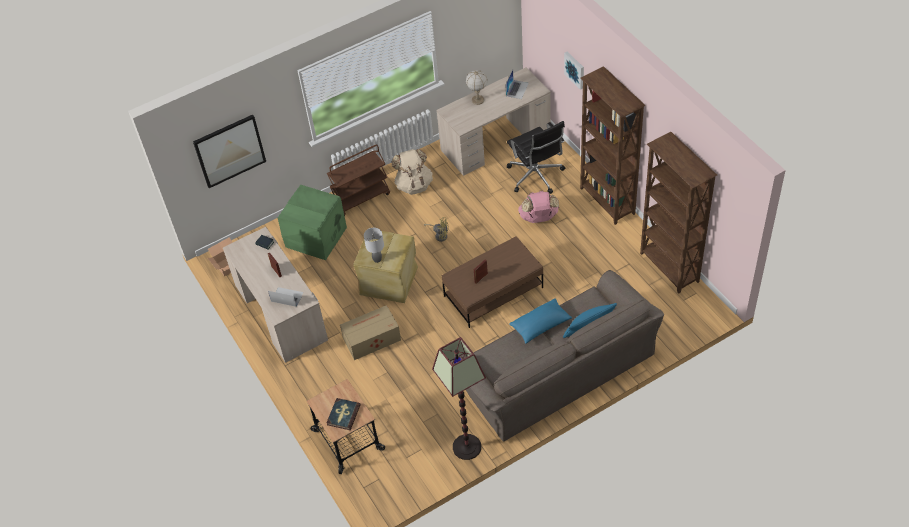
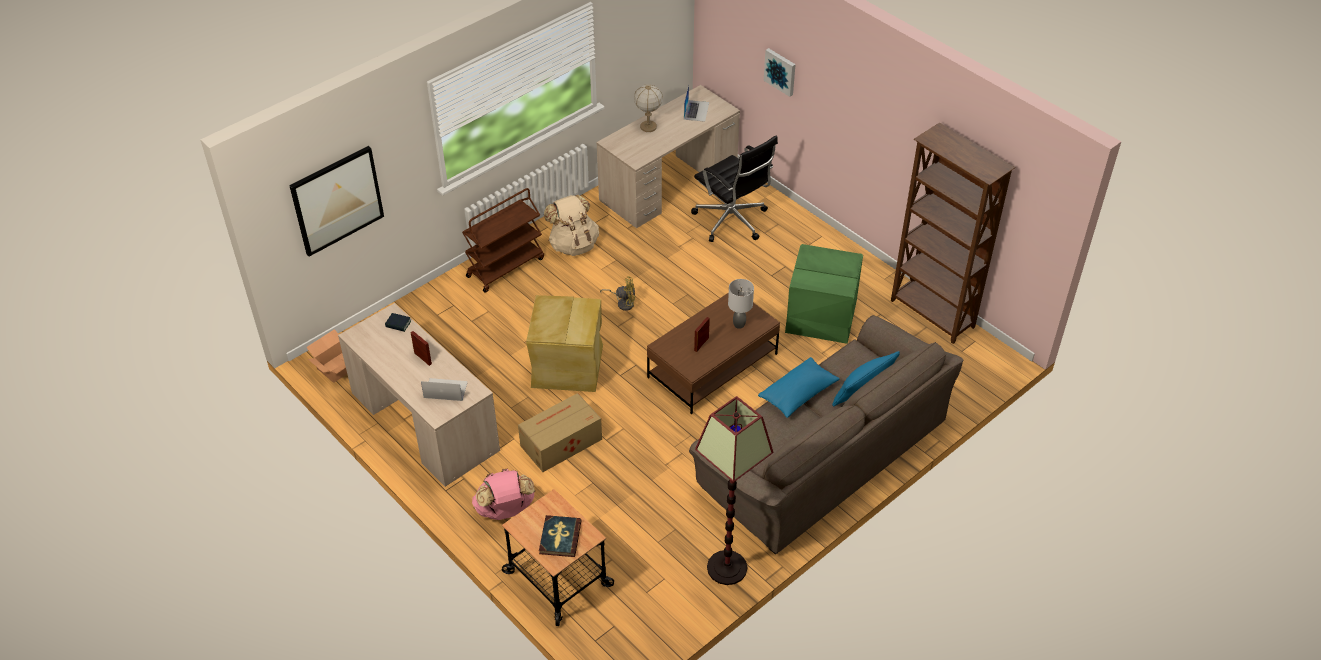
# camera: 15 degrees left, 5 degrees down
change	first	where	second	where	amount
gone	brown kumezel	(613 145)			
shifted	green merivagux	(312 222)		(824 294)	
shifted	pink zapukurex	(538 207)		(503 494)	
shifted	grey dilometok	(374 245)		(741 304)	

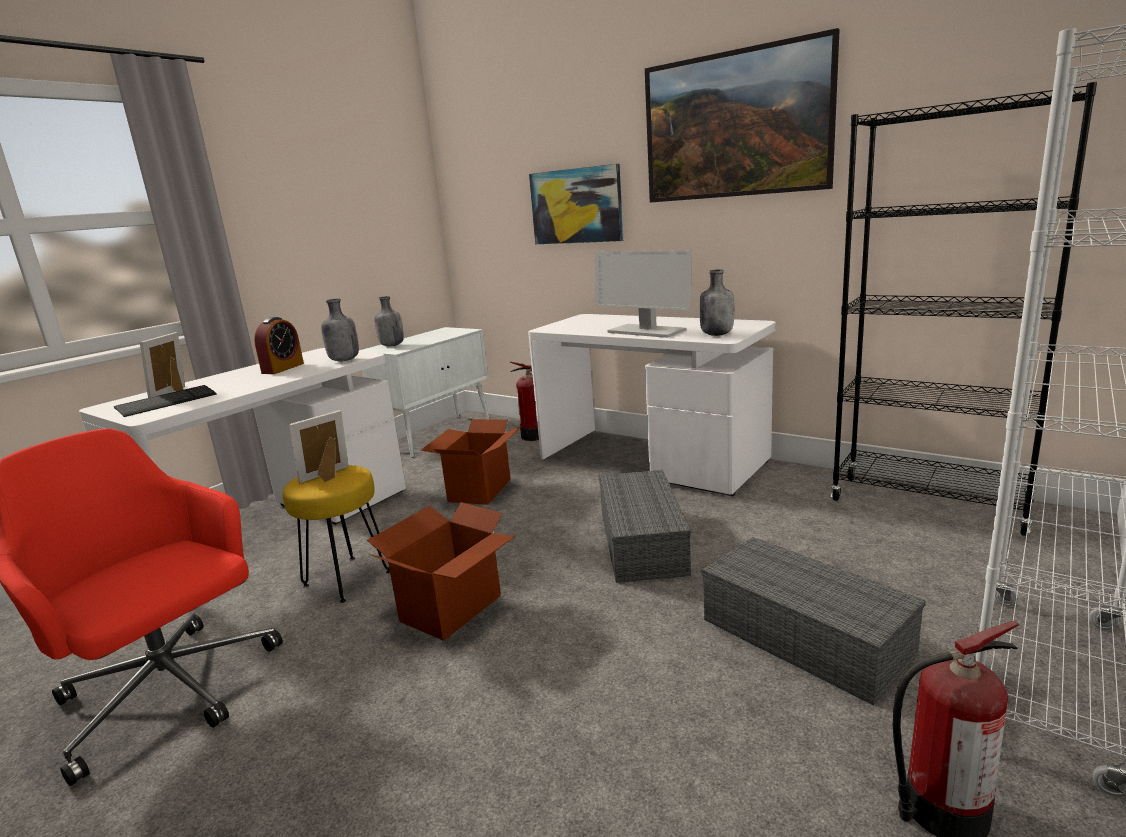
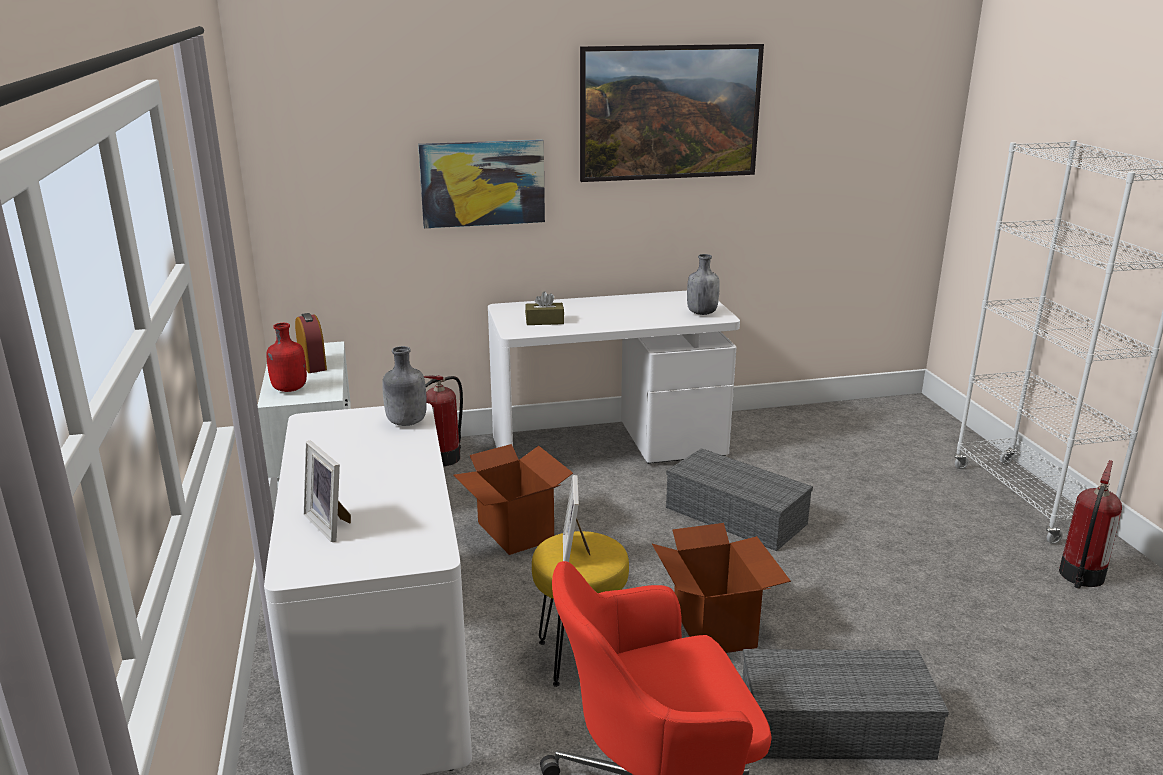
# camera: 50 degrees left, 5 degrees up
change	first	where	second	where	amount
gone	black kumezel	(964 309)			
gone	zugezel	(643 294)			
repainted	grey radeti	(389 321)	red radeti	(286 357)	
shifted	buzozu	(279 345)		(311 343)	
gone	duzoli	(165 401)			
shifted	grey merivagux	(814 621)		(845 704)	
new			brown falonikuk	(544 308)	

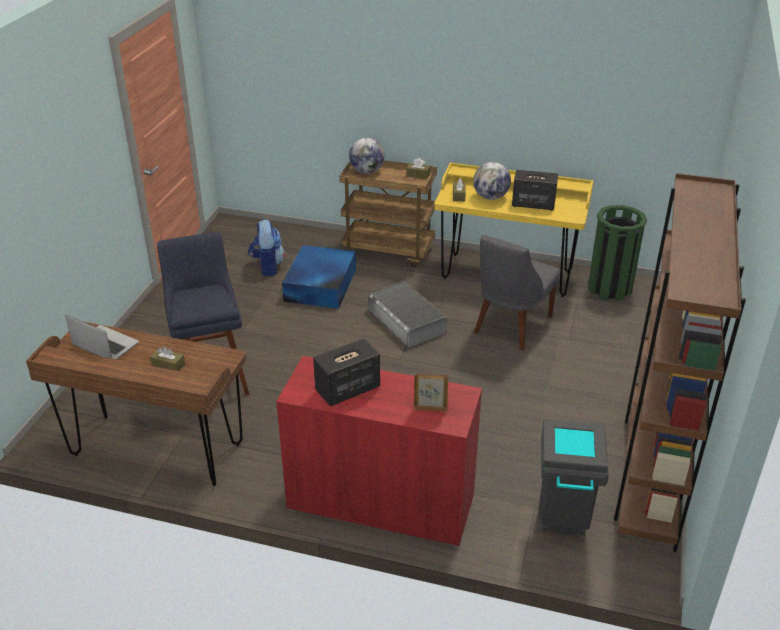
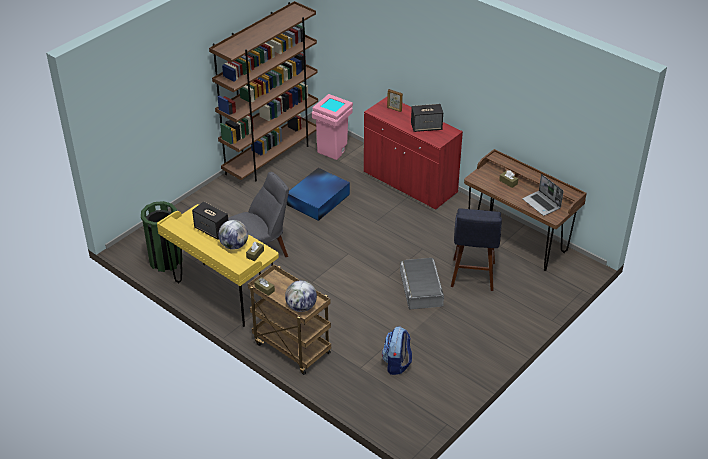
# camera: 155 degrees left, 5 degrees up
change	first	where	second	where	amount
shifted	blue merivagux	(319 276)		(318 194)	
shifted	grey merivagux	(407 314)		(422 283)	
repainted	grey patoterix	(574 477)	pink patoterix	(332 127)	

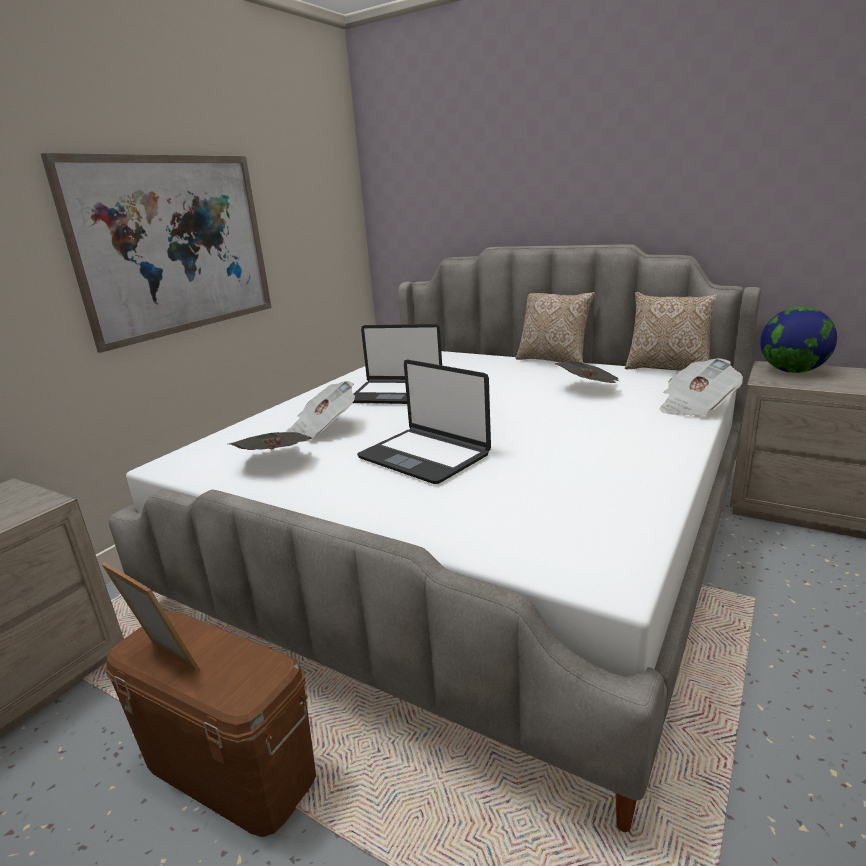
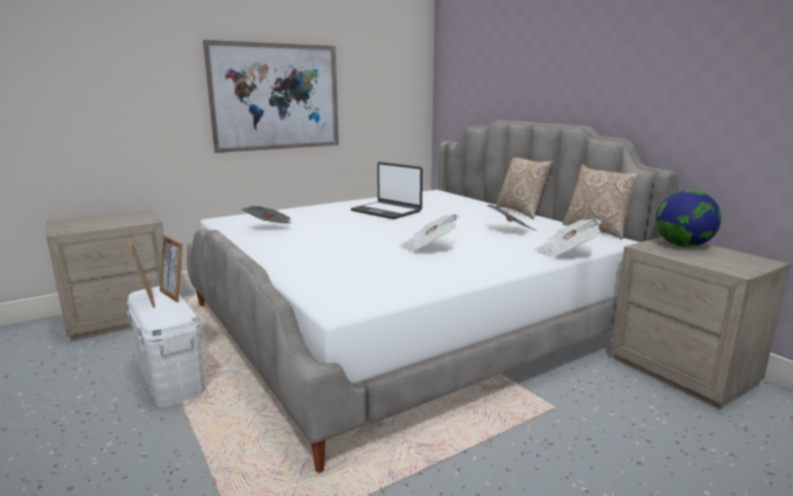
# camera: 25 degrees right, 5 degrees down
change	first	where	second	where	amount
gone	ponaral	(424 421)			
shifted	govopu	(320 409)		(429 233)	
repainted	brown merivagux	(211 724)	white merivagux	(166 346)	
new			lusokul	(171 269)	

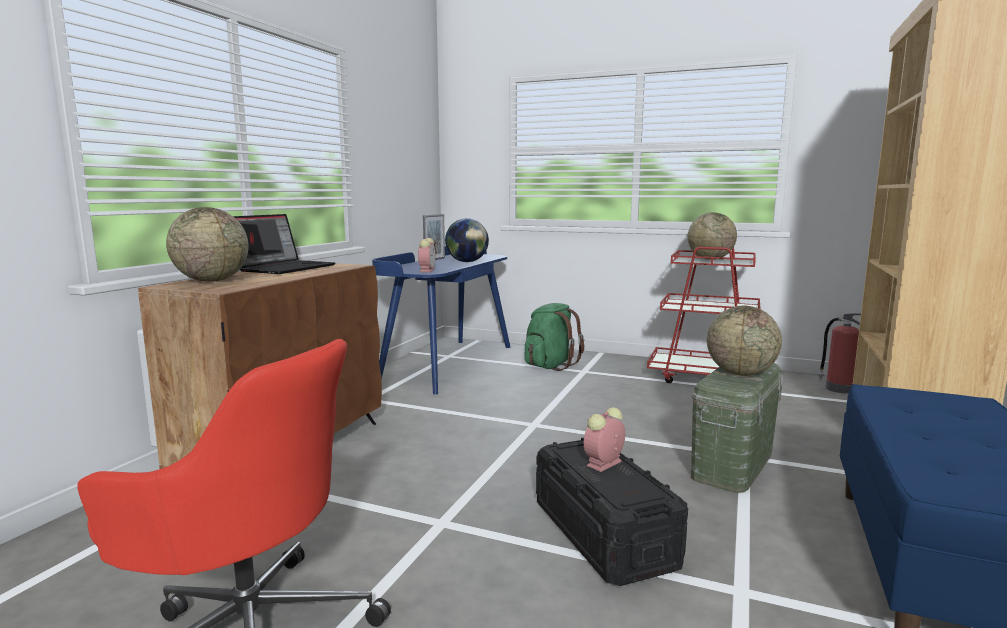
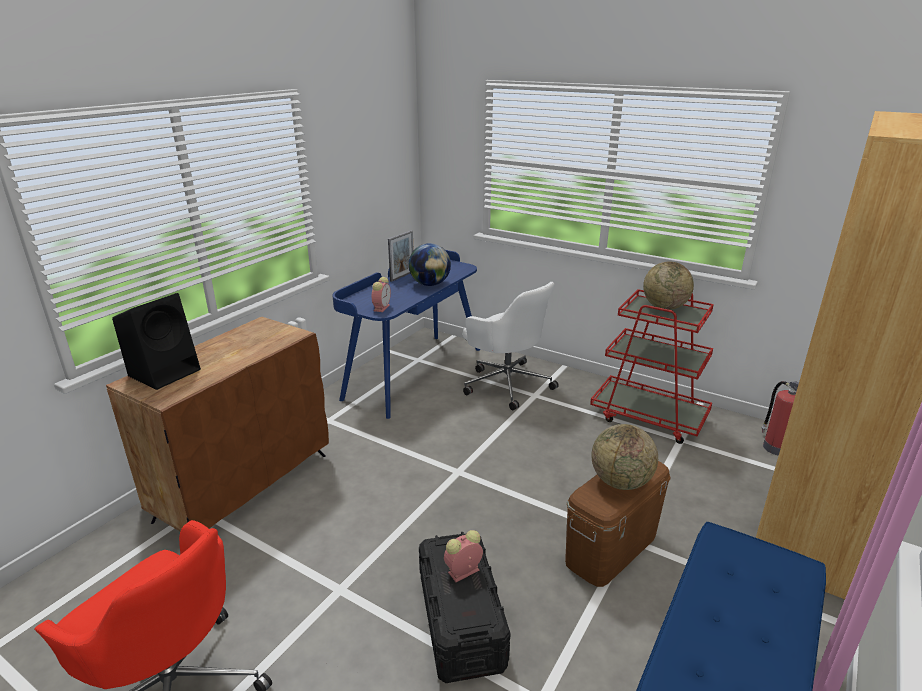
# camera: 10 degrees right, 15 degrees up
change	first	where	second	where	amount
swapped	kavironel	(207 244)	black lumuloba	(156 341)	
gone	ponaral	(284 244)			
swapped	green zapukurex	(554 337)	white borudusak	(511 346)	
repainted	green merivagux	(736 428)	brown merivagux	(617 524)	

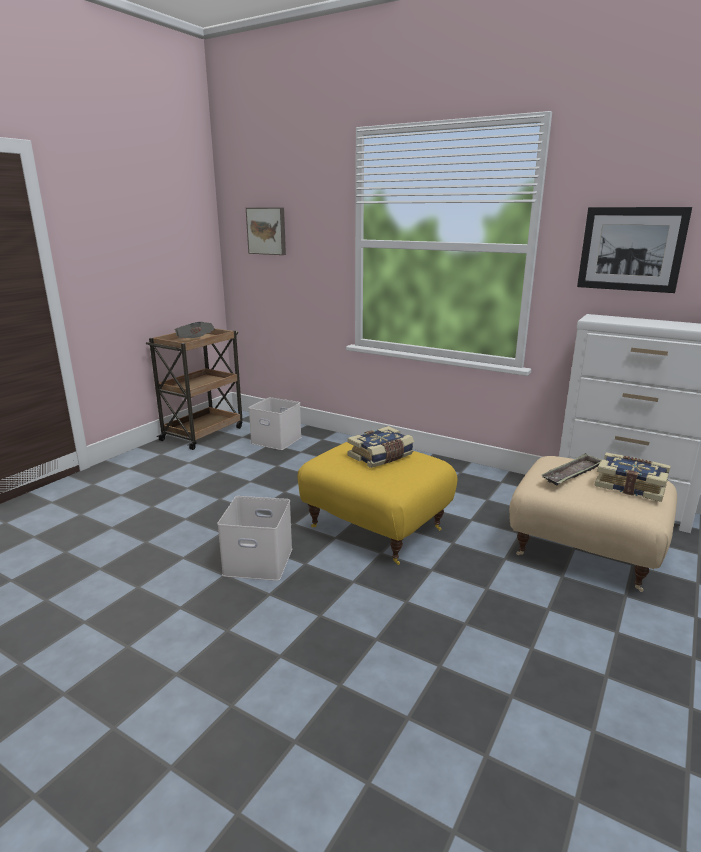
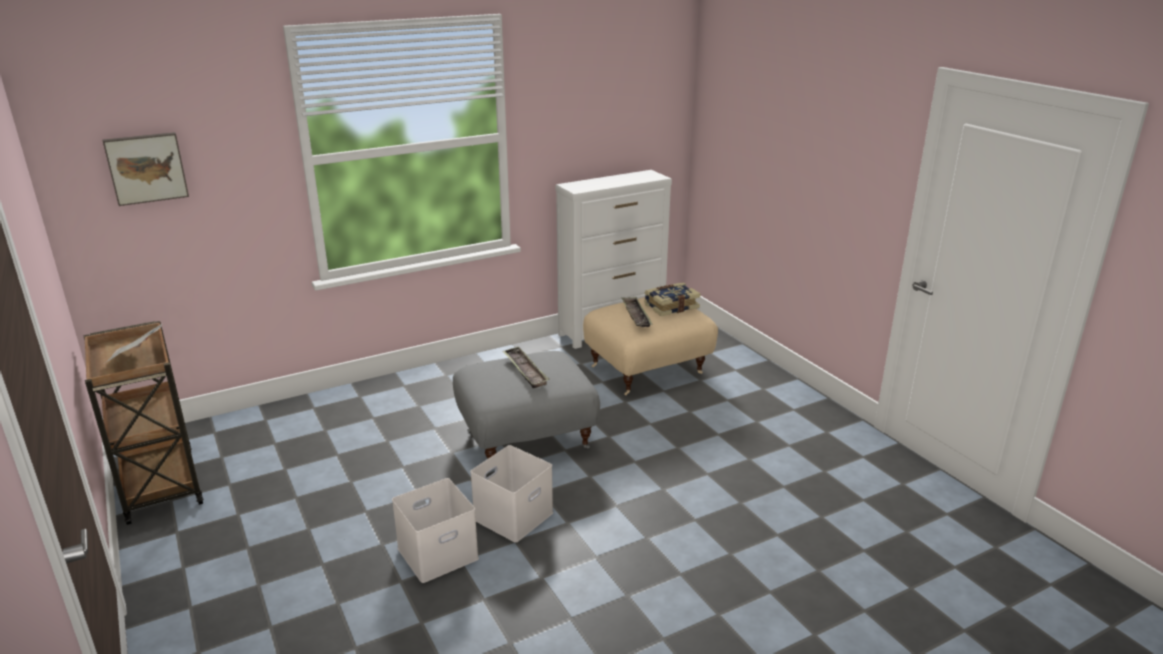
# camera: 60 degrees left, 5 degrees up
change	first	where	second	where	amount
gone	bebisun	(634 250)			
shifted	white merivagux	(275 423)		(435 530)	
swapped	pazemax	(380 447)	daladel	(526 367)	
repainted	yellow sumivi	(377 503)	grey sumivi	(526 404)	

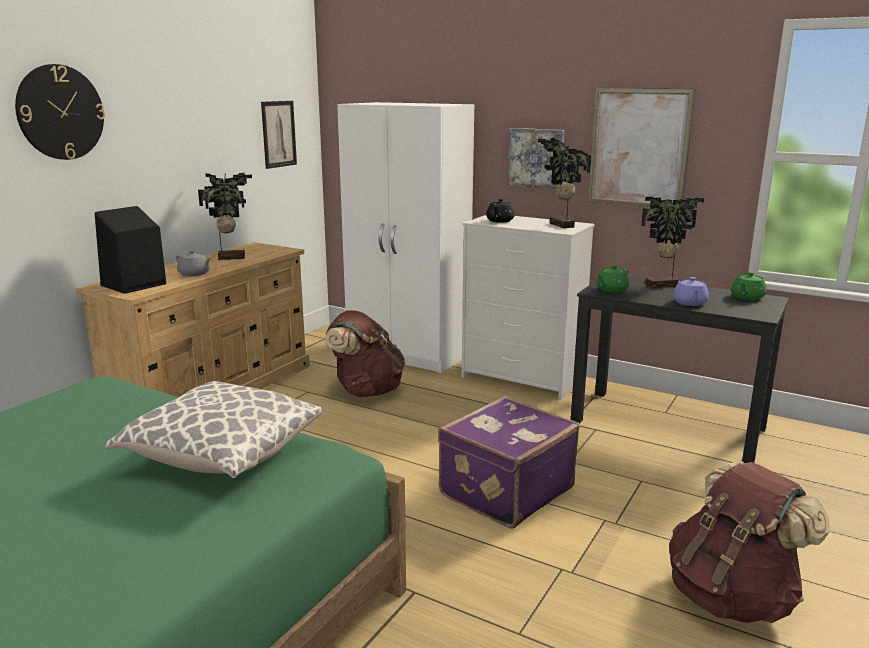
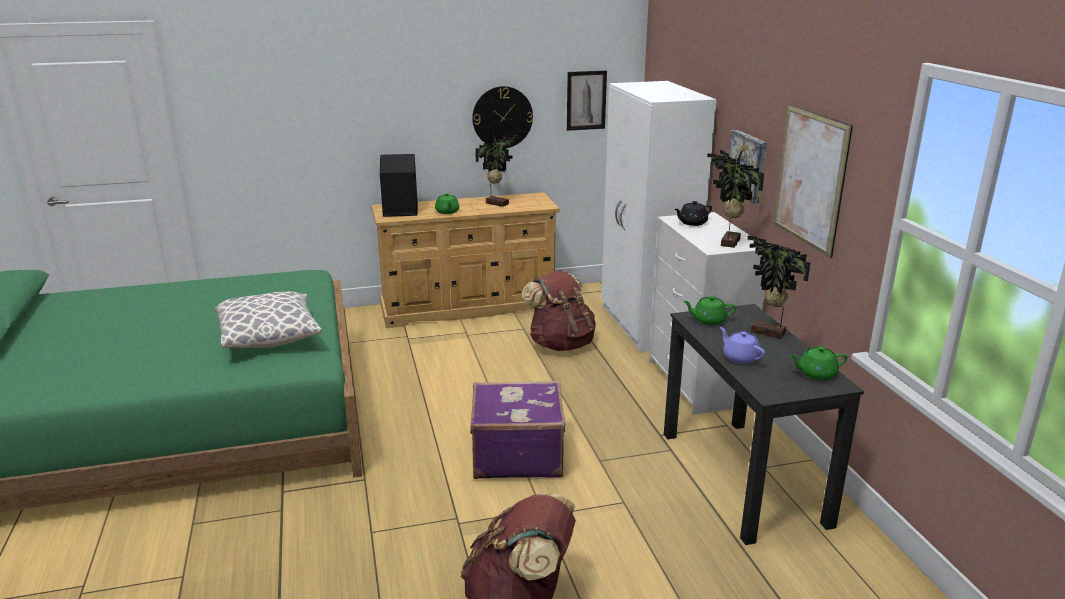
# camera: 45 degrees right, 5 degrees up
change	first	where	second	where	amount
shifted	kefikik	(60 112)		(502 117)	
repainted	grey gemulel	(193 263)	green gemulel	(447 203)	
rotated	purple gemulel	(691 291)		(742 345)	90 degrees clockwise

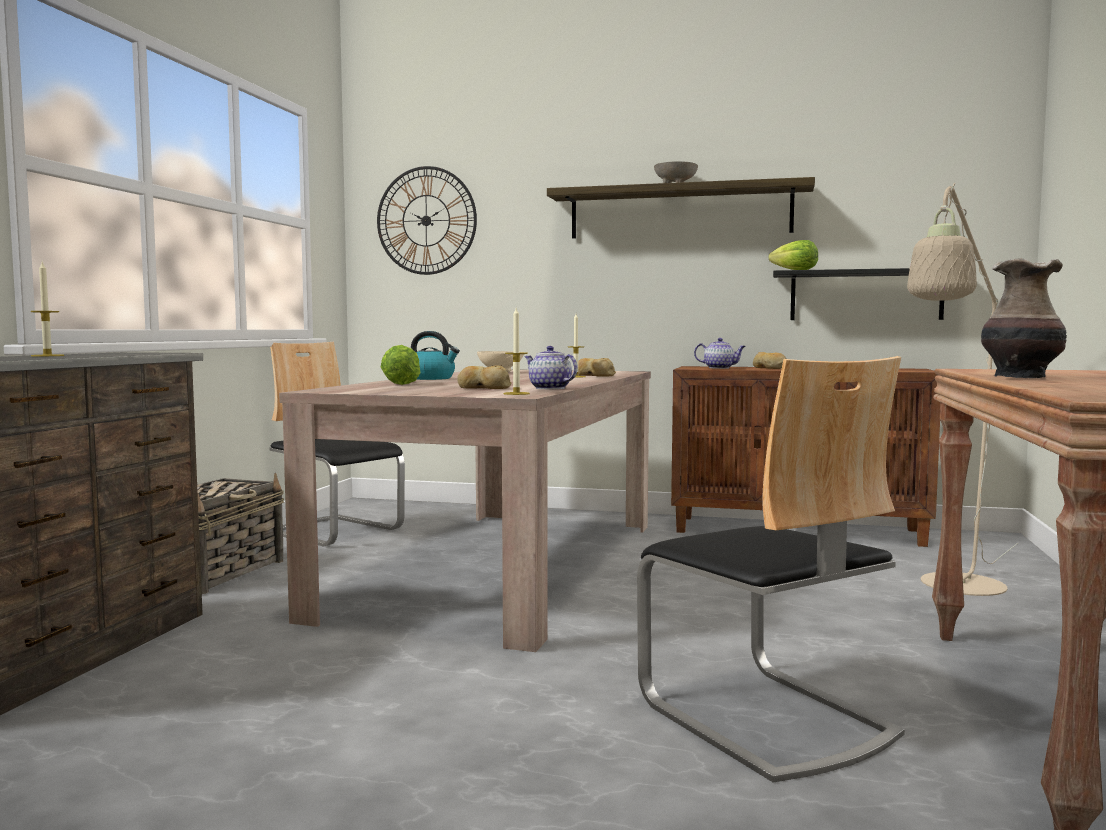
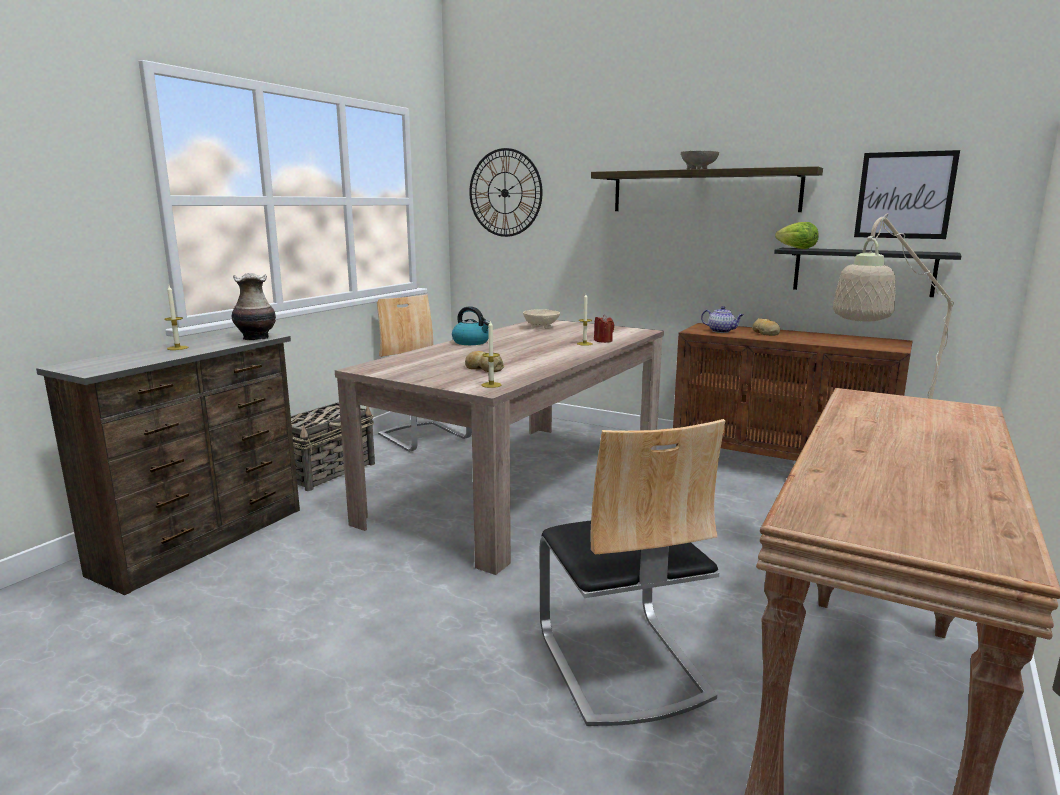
# camera: 15 degrees right, 10 degrees up
change	first	where	second	where	amount
shifted	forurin	(1024 318)		(254 306)	
gone	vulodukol	(401 365)			
gone	gemulel	(551 367)			
swapped	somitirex	(597 367)	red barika	(604 329)	
new			bebisun	(907 194)	

